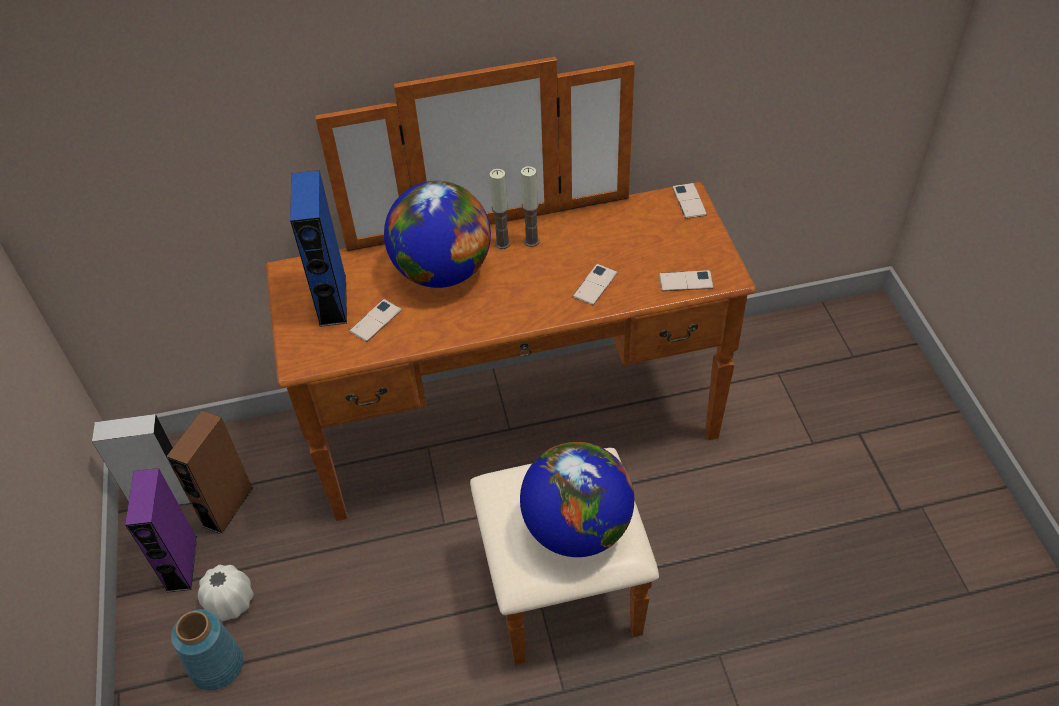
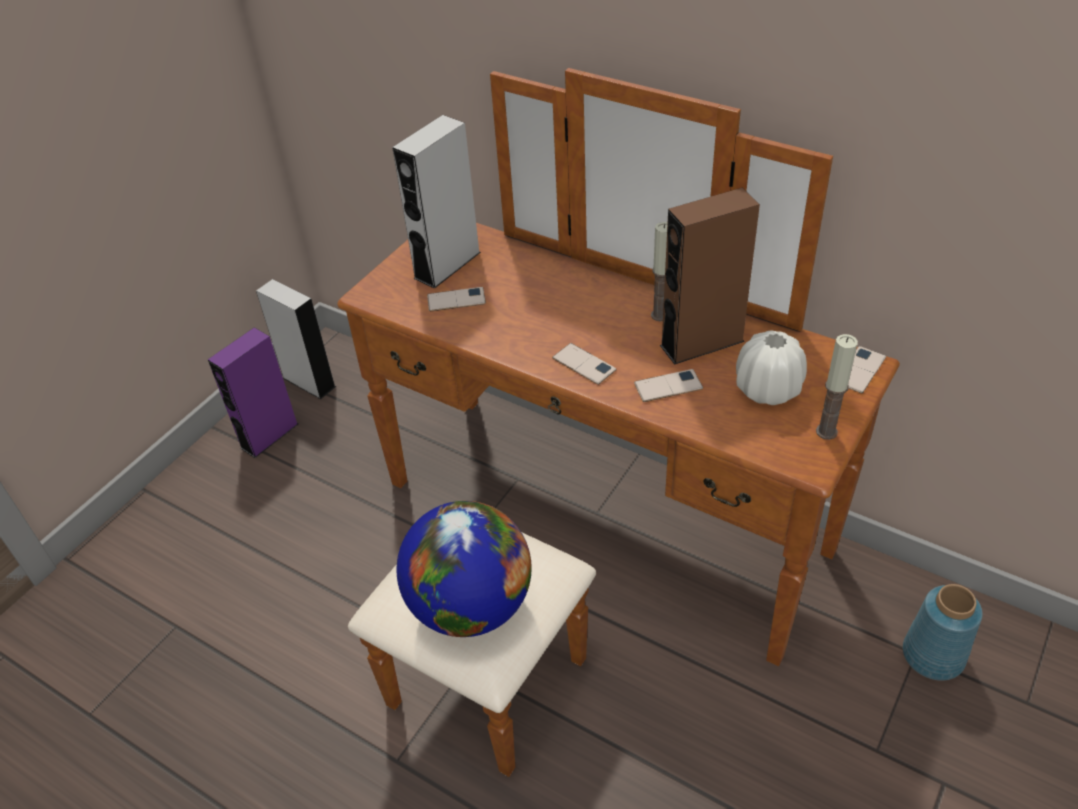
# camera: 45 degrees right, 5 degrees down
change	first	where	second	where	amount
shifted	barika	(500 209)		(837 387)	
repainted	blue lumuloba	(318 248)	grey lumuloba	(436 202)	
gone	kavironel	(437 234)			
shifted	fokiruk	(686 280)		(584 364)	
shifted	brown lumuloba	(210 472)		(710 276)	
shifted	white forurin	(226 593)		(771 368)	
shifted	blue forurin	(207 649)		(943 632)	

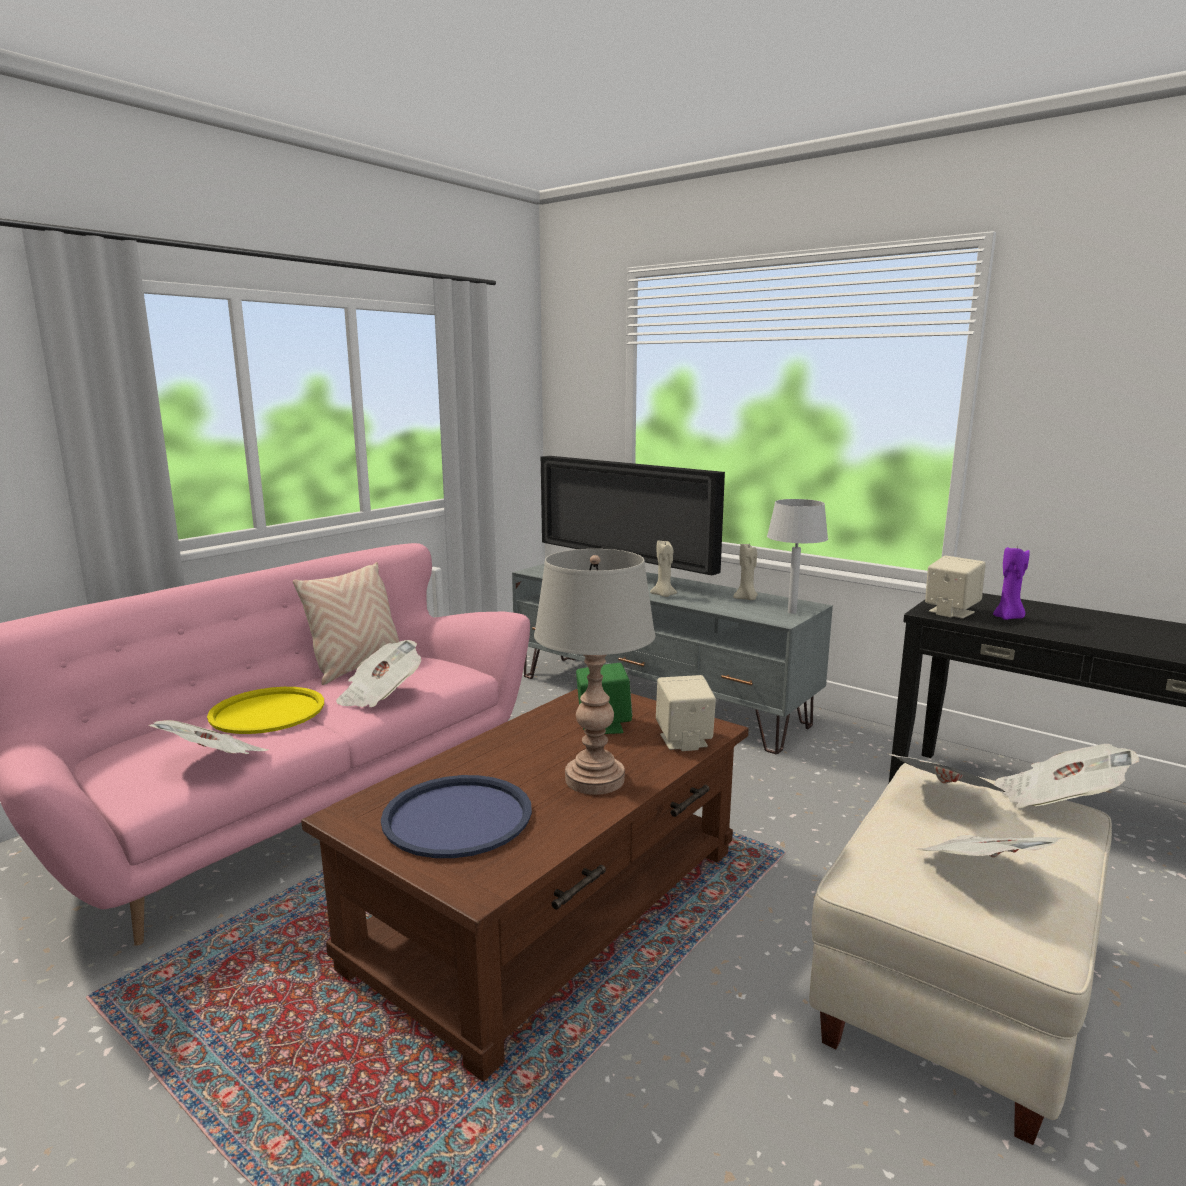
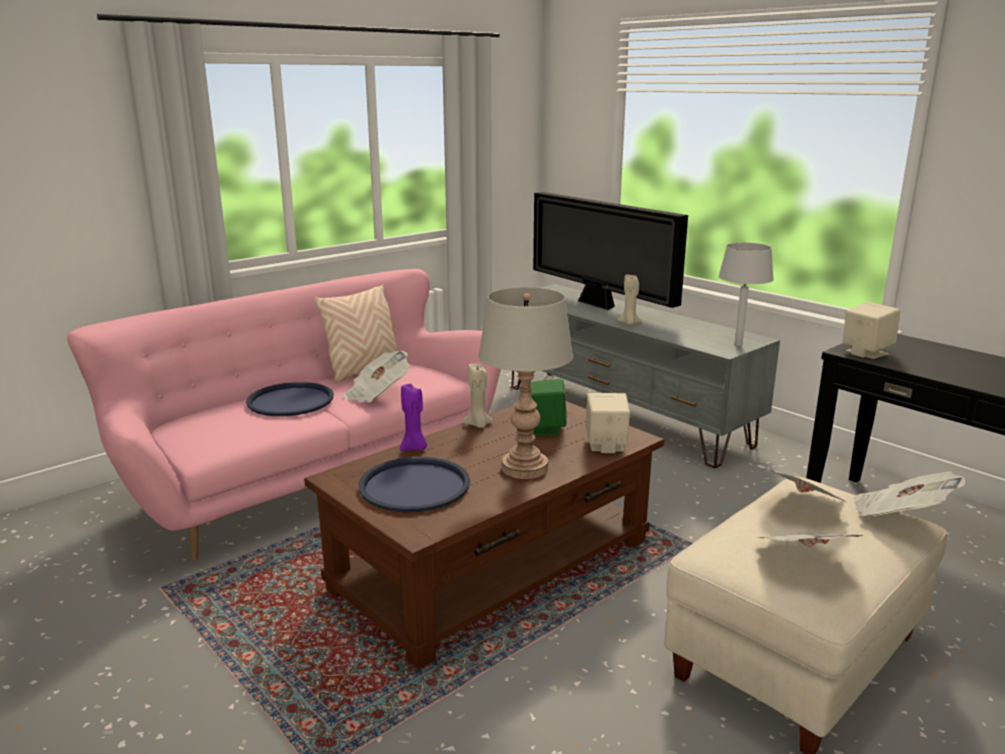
# camera: 10 degrees right, 5 degrees up
change	first	where	second	where	amount
shifted	beige barika	(745 572)		(477 396)	
shifted	purple barika	(1011 583)		(413 417)	
repainted	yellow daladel	(265 710)	blue daladel	(290 399)	
gone	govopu	(208 737)			

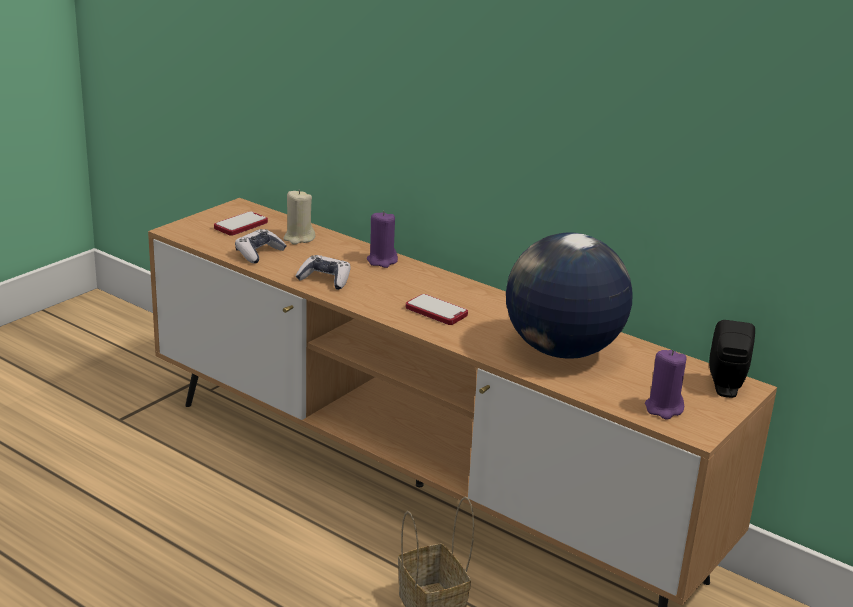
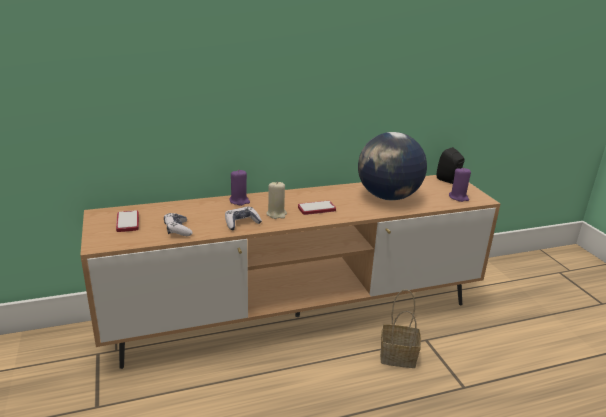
# camera: 55 degrees left, 0 degrees up
change	first	where	second	where	amount
shifted	beige barika	(300 217)		(276 200)	

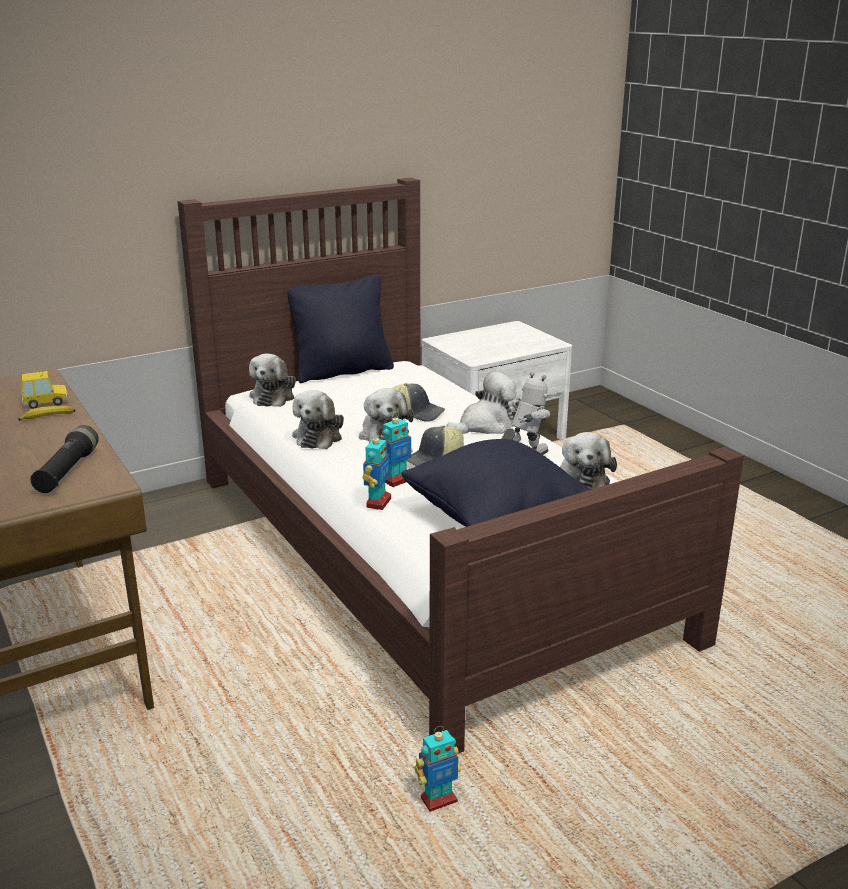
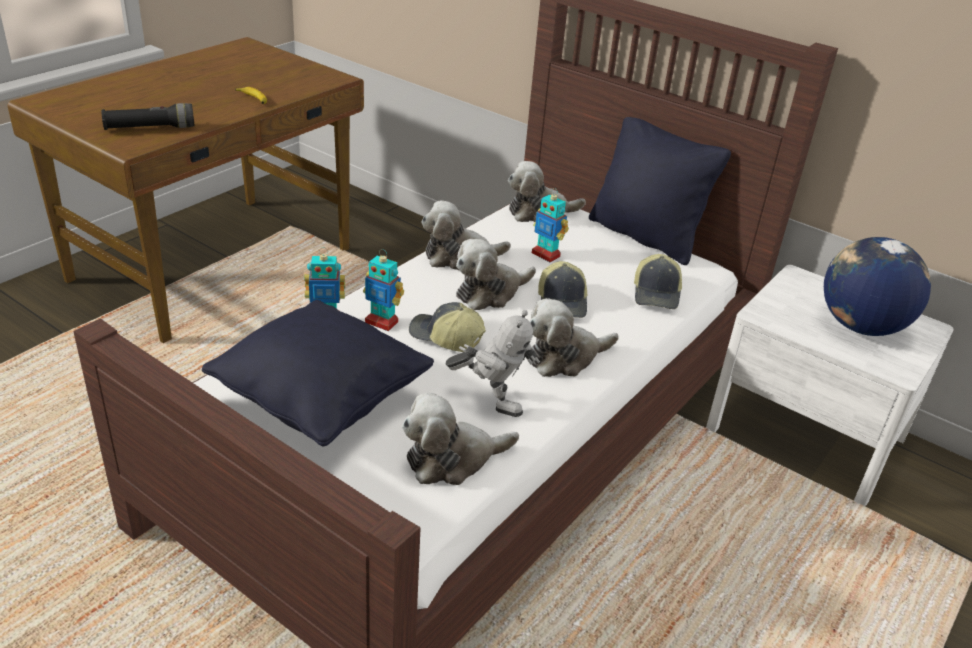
# camera: 65 degrees right, 10 degrees up
change	first	where	second	where	amount
gone	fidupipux	(45 390)			
rotated	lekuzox	(481 403)		(573 337)	120 degrees clockwise
shifted	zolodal	(437 769)		(550 225)	
new			kavironel	(877 286)	
new			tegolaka	(658 281)	

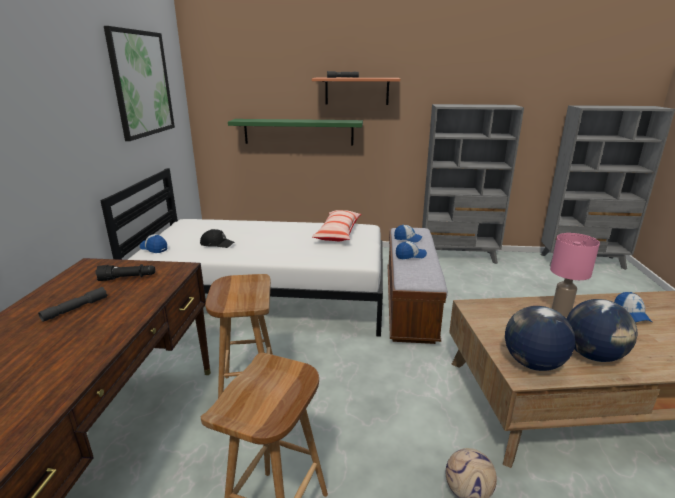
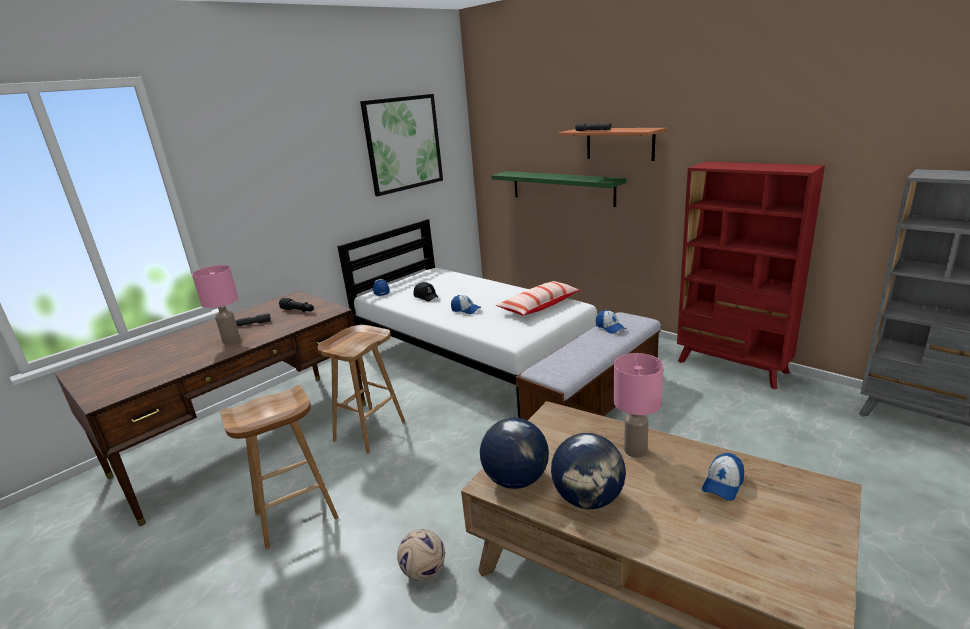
# camera: 40 degrees right, 0 degrees up
change	first	where	second	where	amount
repainted	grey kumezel	(473 184)	red kumezel	(751 275)	
shifted	tegolaka	(411 250)		(466 304)	
new			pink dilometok	(216 304)	

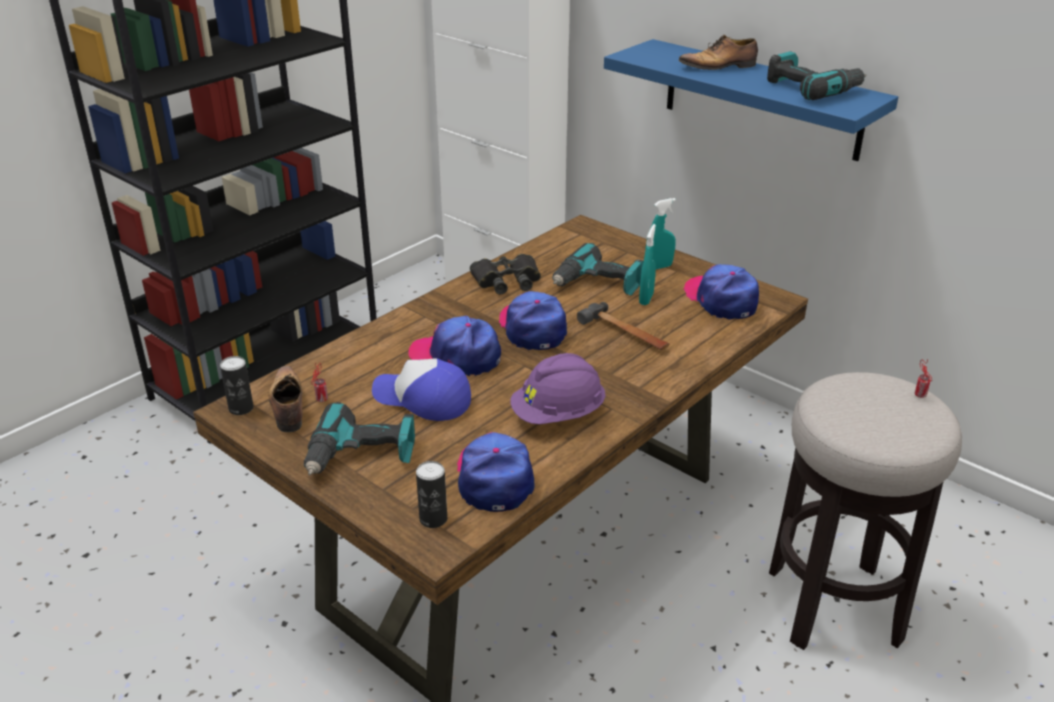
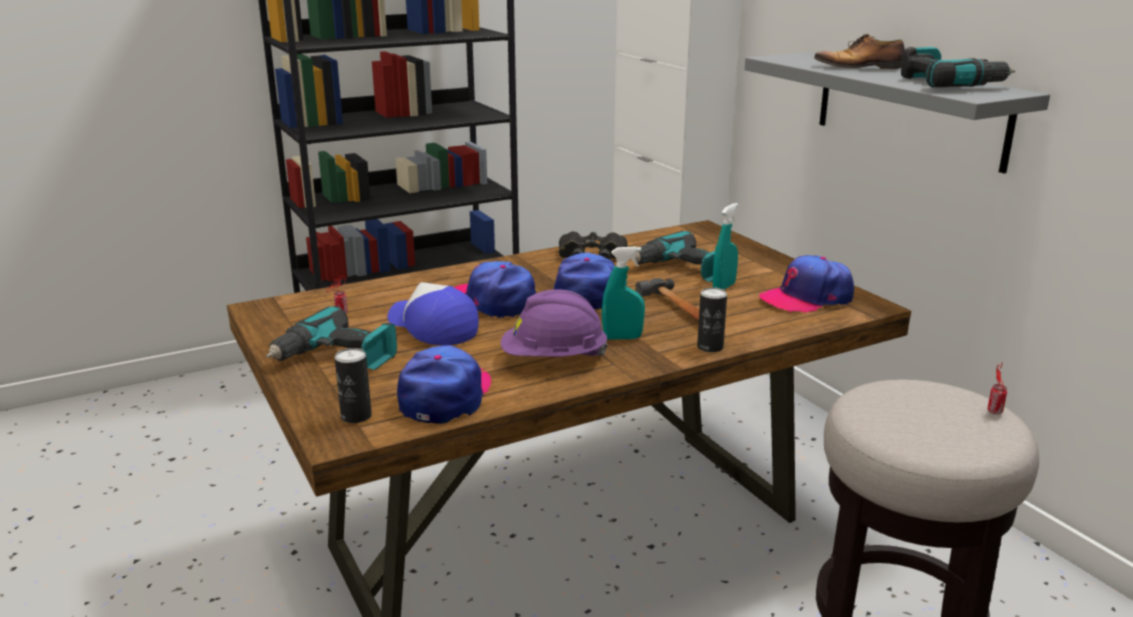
# camera: 20 degrees right, 10 degrees down
change	first	where	second	where	amount
repainted	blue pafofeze	(751 100)	grey pafofeze	(897 113)	
shifted	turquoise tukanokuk	(660 233)		(623 293)	
rotated	tegolaka	(721 292)		(806 284)	105 degrees counterclockwise
shifted	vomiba	(236 385)		(712 319)	
gone	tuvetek	(285 399)			

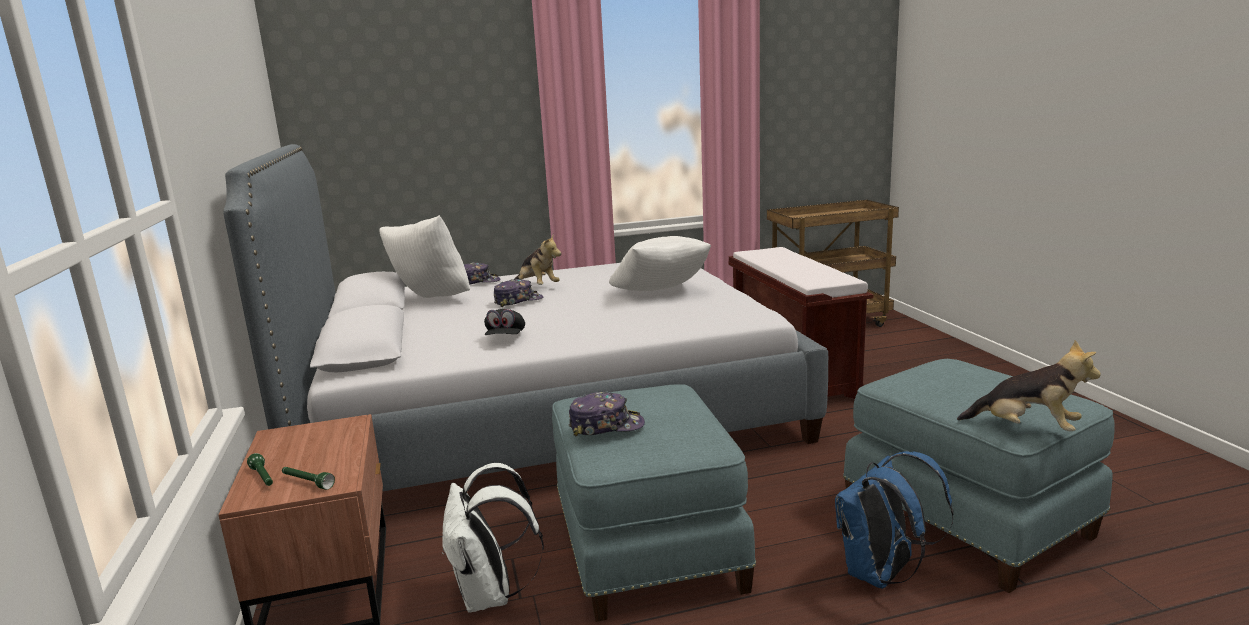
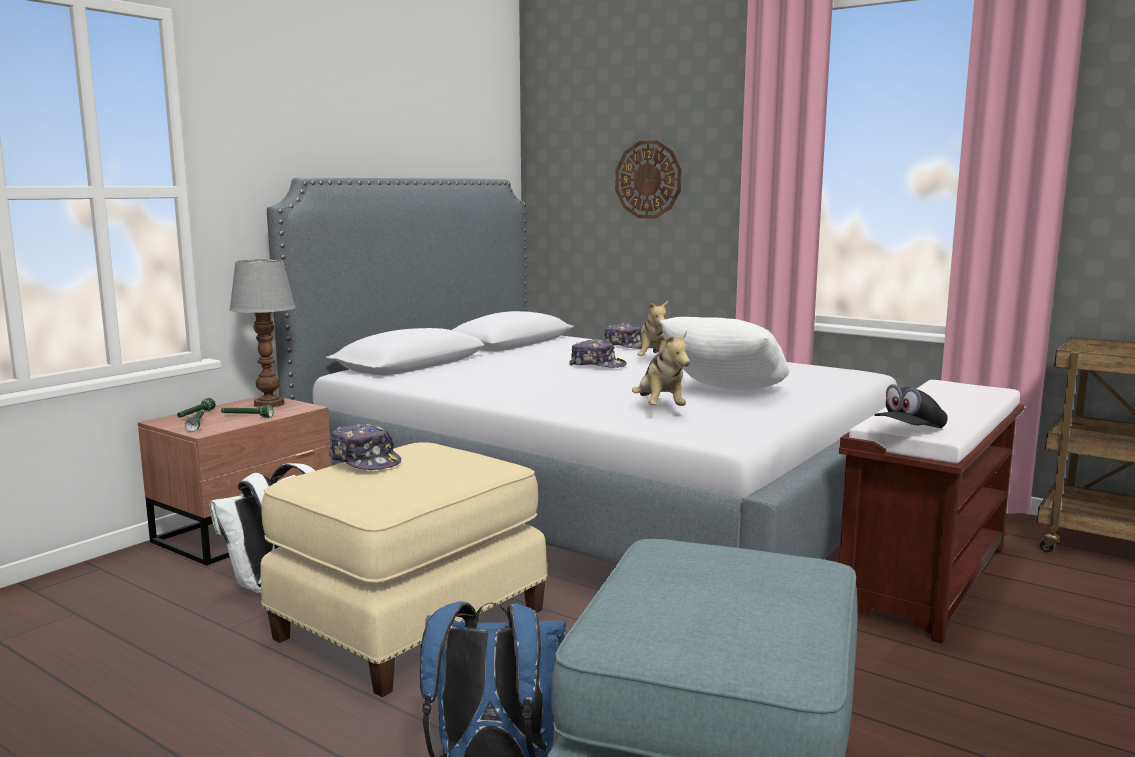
# camera: 50 degrees right, 5 degrees down
change	first	where	second	where	amount
gone	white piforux	(425 256)			
shifted	black tegolaka	(504 322)		(911 406)	
shifted	lekuzox	(1029 386)		(661 368)	
repainted	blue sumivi	(654 503)	beige sumivi	(403 569)	
new			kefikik	(648 179)	
new			dilometok	(262 333)	
new			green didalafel	(247 411)	

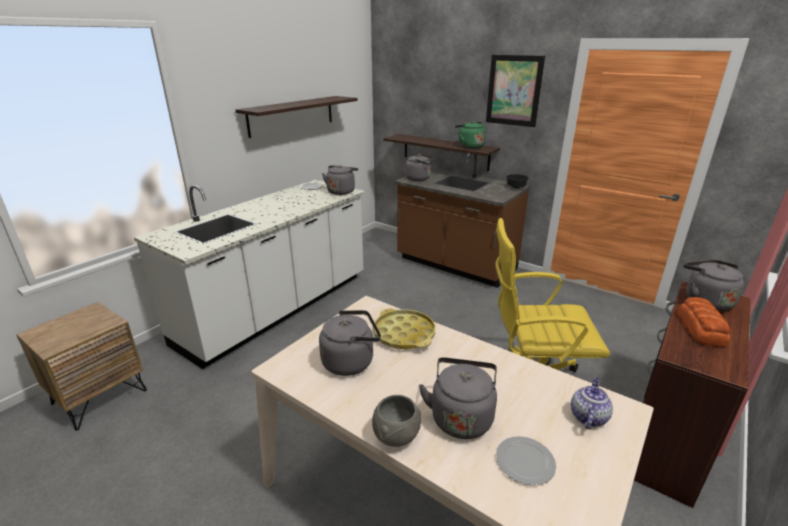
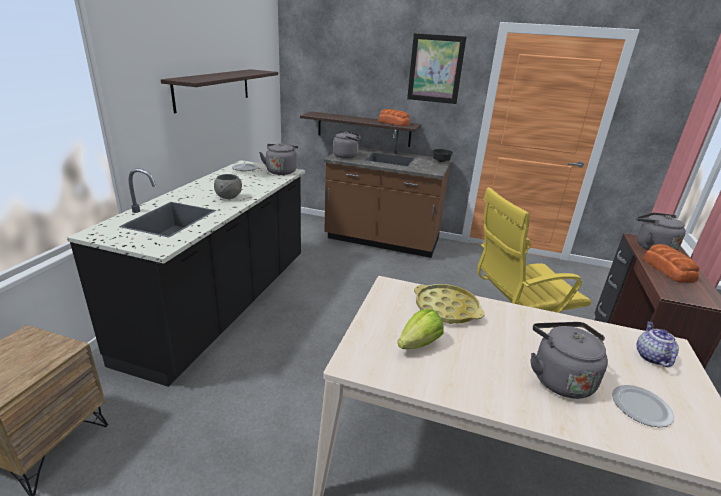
# camera: 20 degrees left, 0 degrees up
change	first	where	second	where	amount
swapped	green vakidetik	(470 135)	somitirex	(394 117)	
repainted	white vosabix	(249 274)	black vosabix	(186 273)	
swapped	grey vakidetik	(350 343)	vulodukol	(421 329)	
shifted	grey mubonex	(396 421)		(228 186)	

